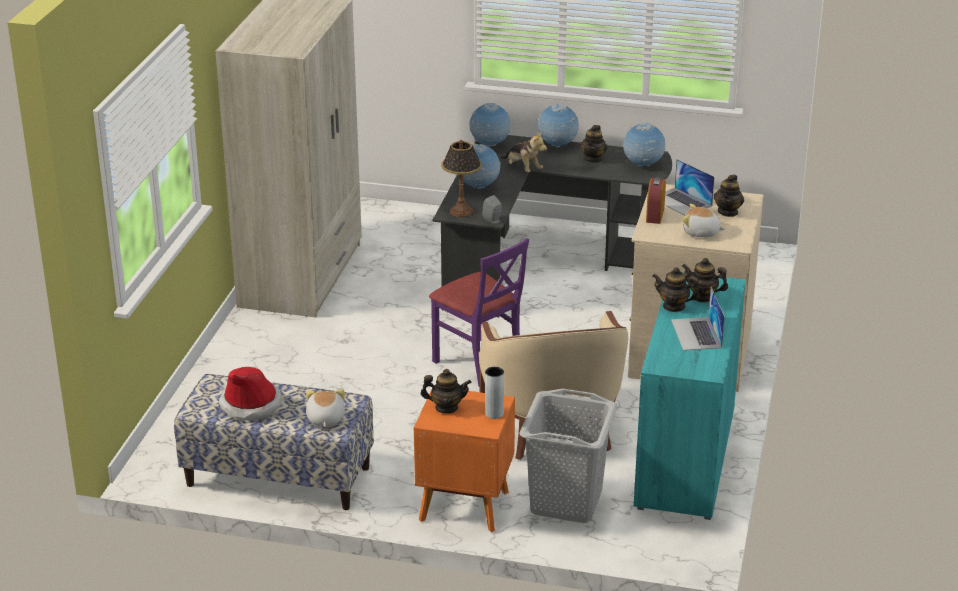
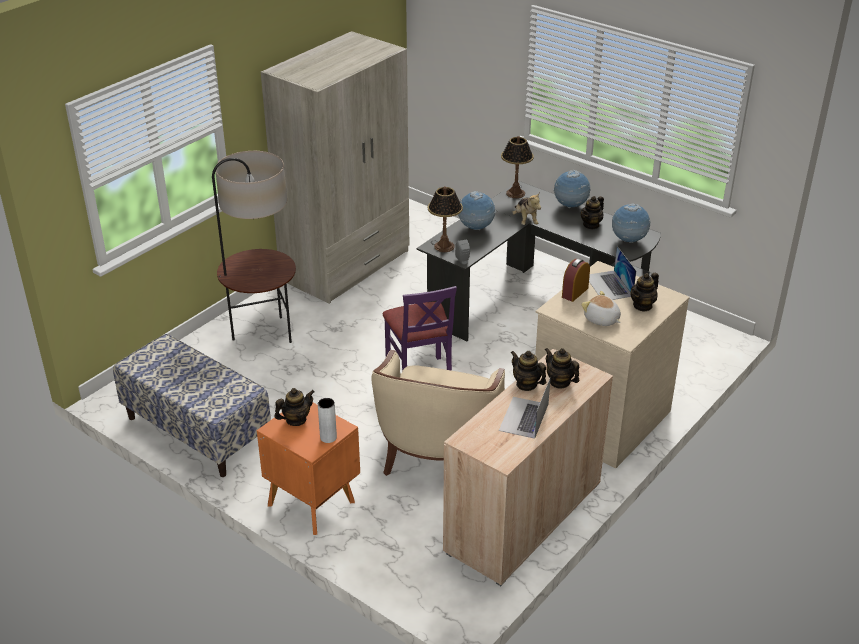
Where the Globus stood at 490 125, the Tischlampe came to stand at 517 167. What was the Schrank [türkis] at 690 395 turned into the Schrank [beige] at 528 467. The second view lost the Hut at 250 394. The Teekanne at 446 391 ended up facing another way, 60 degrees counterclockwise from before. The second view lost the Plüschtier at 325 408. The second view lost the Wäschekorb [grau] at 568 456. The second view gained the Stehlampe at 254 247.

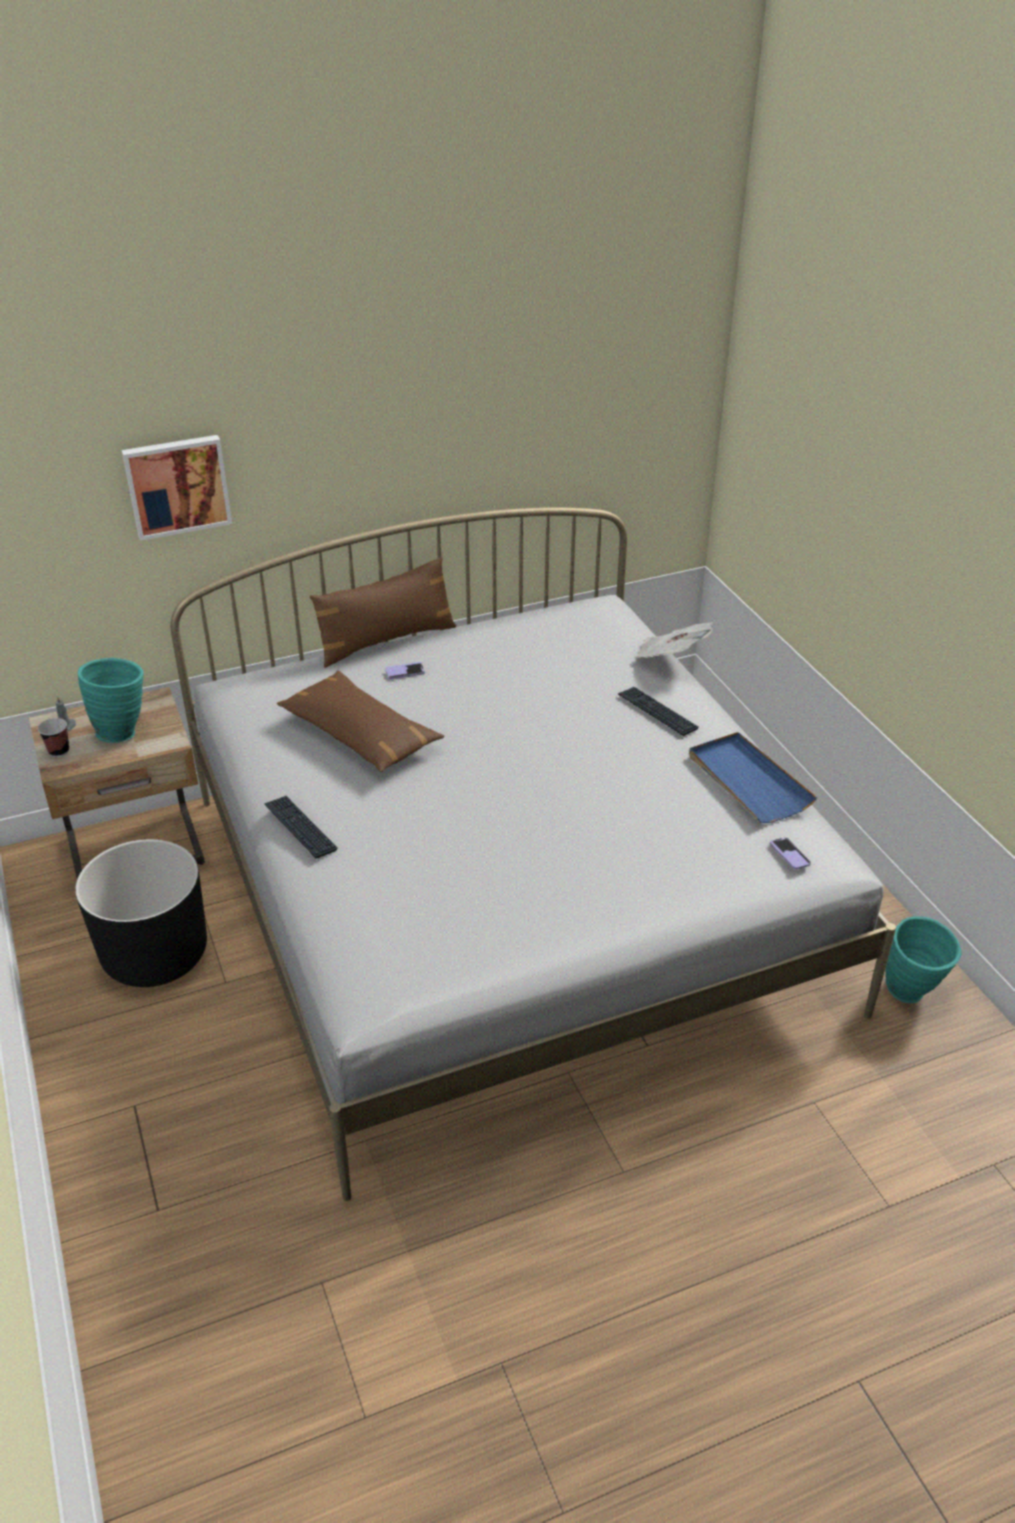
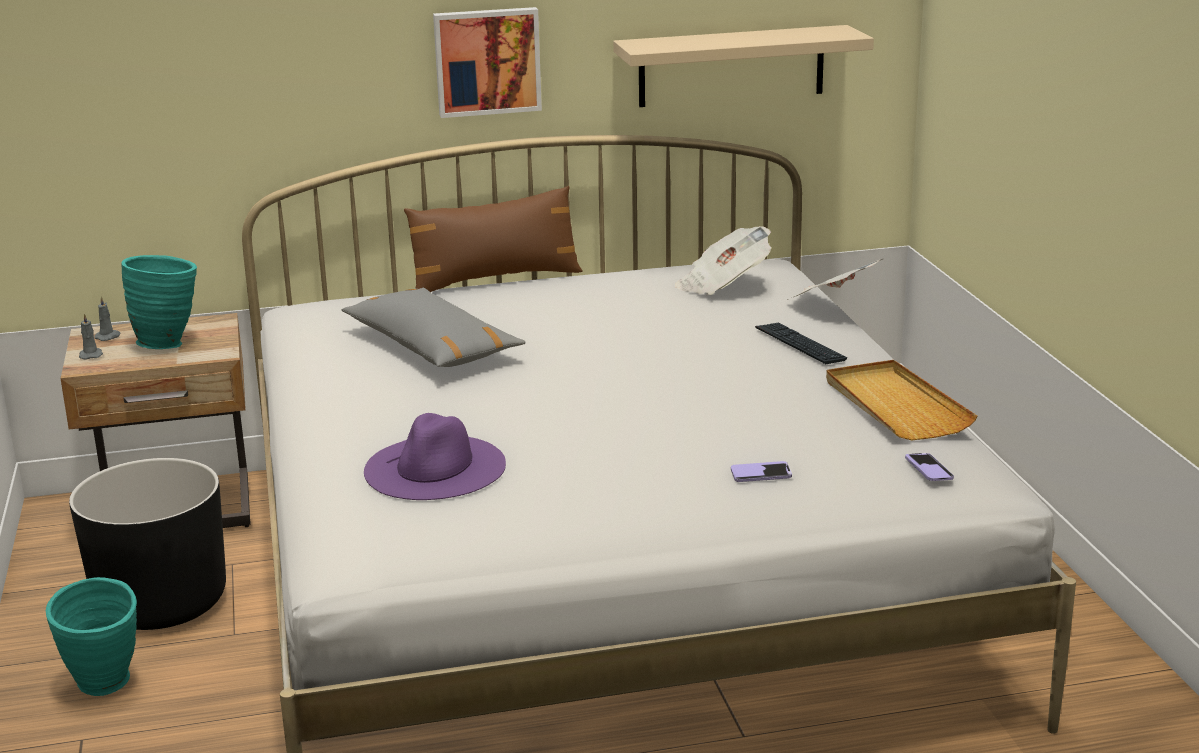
The Bild ended up elsewhere, having gone from 177 488 to 487 62. The Handy ended up elsewhere, having gone from 405 670 to 761 471. What was the Kissen [braun] at 360 721 turned into the Kissen [grau] at 433 327. Where the Tasse stood at 53 737, the Kerze [grau] came to stand at 91 336. What was the Tablett [blau] at 753 777 turned into the Tablett [beige] at 901 400. The second view lost the Tastatur at 301 827. The Vase [türkis] ended up elsewhere, having gone from 923 959 to 91 636. The second view gained the Wandregal [beige] at 743 66. The second view gained the Zeitung at 723 260. The second view gained the Hut [lila] at 435 456.

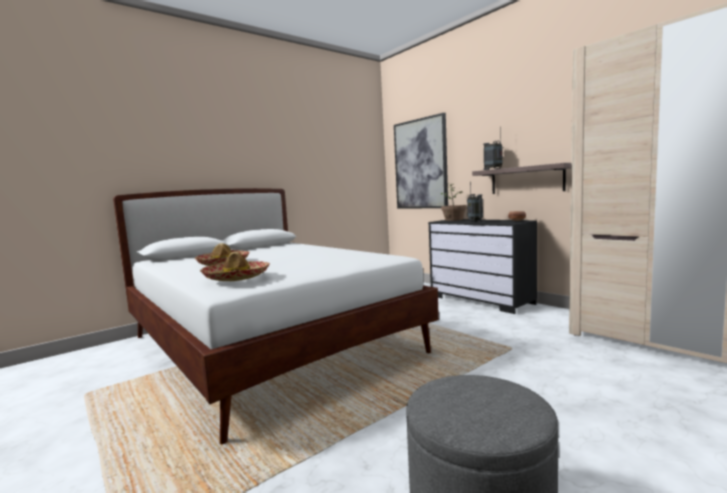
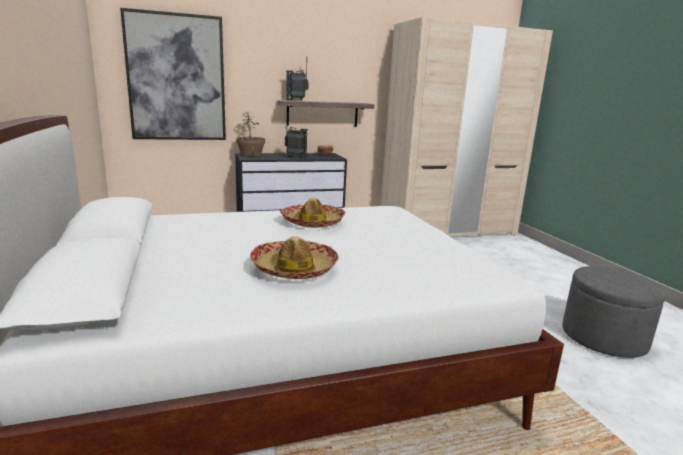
The Hut ended up elsewhere, having gone from 235 266 to 312 213.

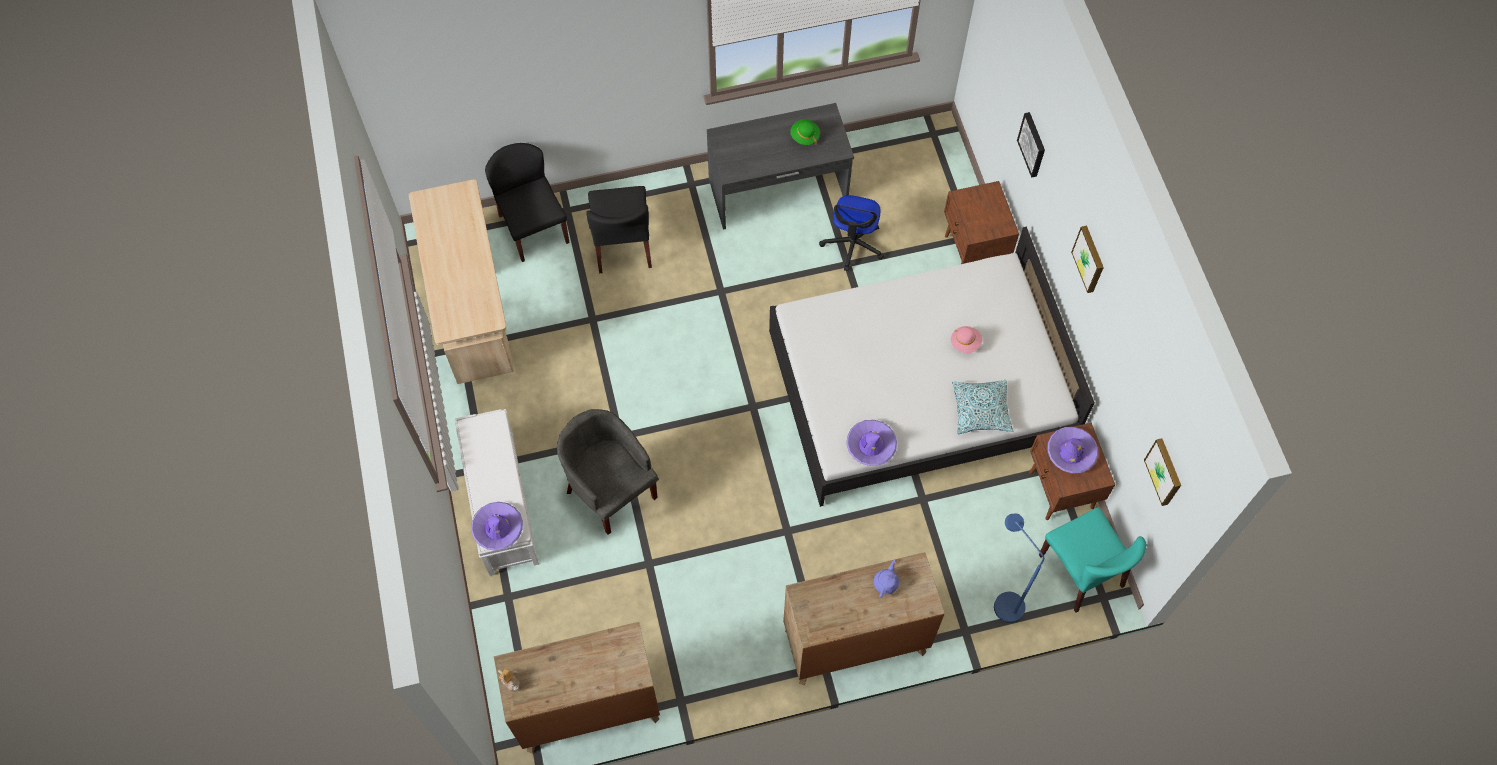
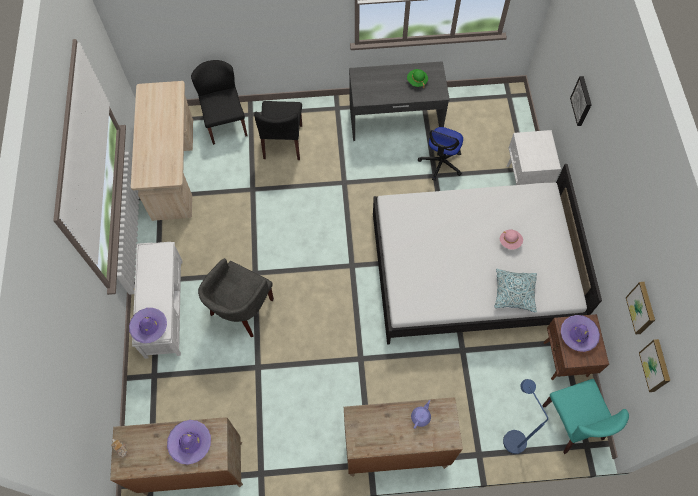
What was the Nachttisch [braun] at 981 222 turned into the Nachttisch [weiß] at 534 157. The Bild ended up elsewhere, having gone from 1087 259 to 640 308. The Sessel [grau] at 608 472 ended up facing another way, 120 degrees counterclockwise from before. The Hut [lila] ended up elsewhere, having gone from 871 443 to 189 442.

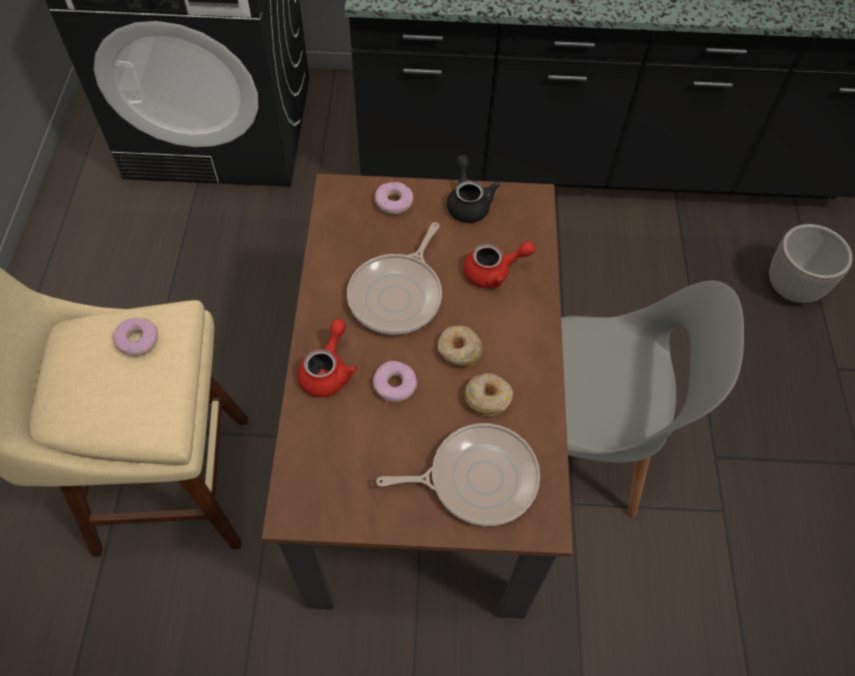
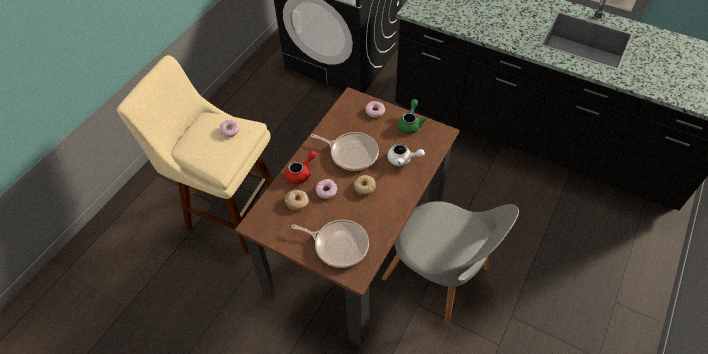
What was the Teekanne [schwarz] at 473 189 turned into the Teekanne [grün] at 412 116. The Pfanne at 394 278 ended up facing another way, 120 degrees counterclockwise from before. The second view lost the Pflanzkübel at 811 263. What was the Teekanne [rot] at 499 264 turned into the Teekanne [weiß] at 406 155. The Donut ended up elsewhere, having gone from 488 394 to 296 200.

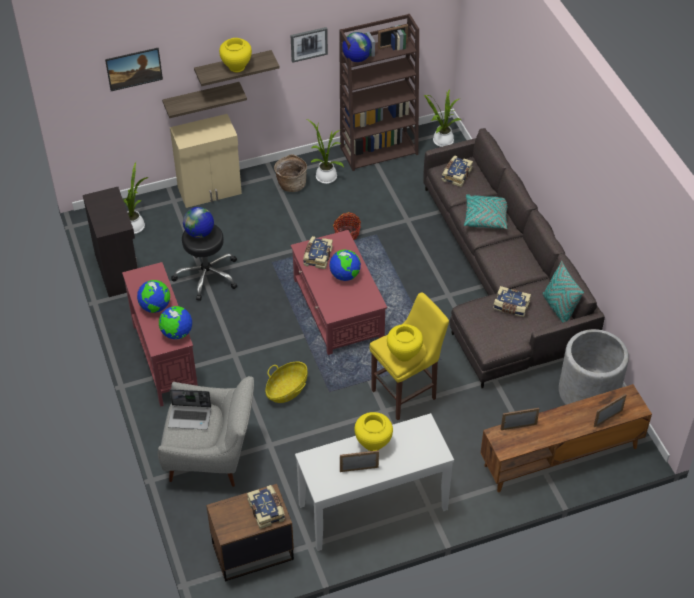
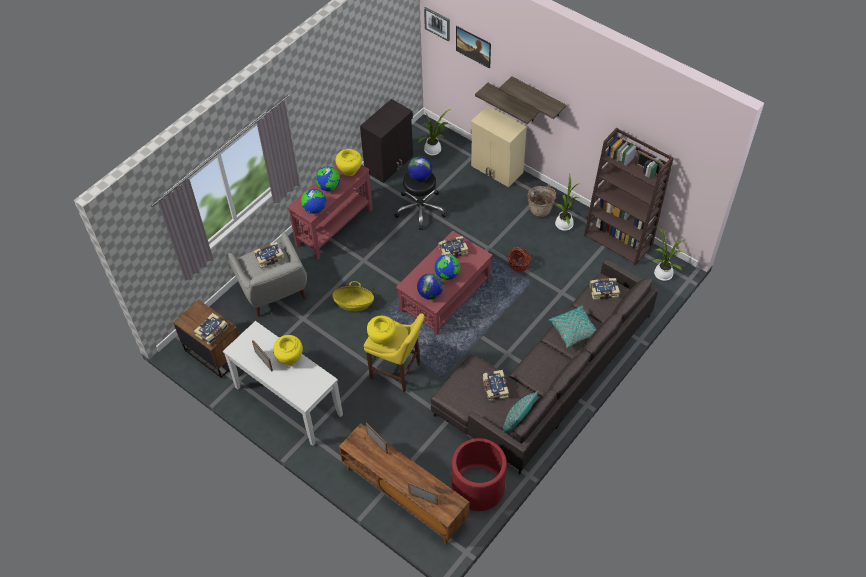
The Bild ended up elsewhere, having gone from 309 45 to 437 24. The Globus ended up elsewhere, having gone from 357 47 to 430 286. The Vase [gelb] ended up elsewhere, having gone from 235 55 to 349 162. What was the Pflanzkübel [grau] at 594 367 turned into the Pflanzkübel [rot] at 479 474. Where the Laptop stood at 189 409, the Buch came to stand at 268 255.

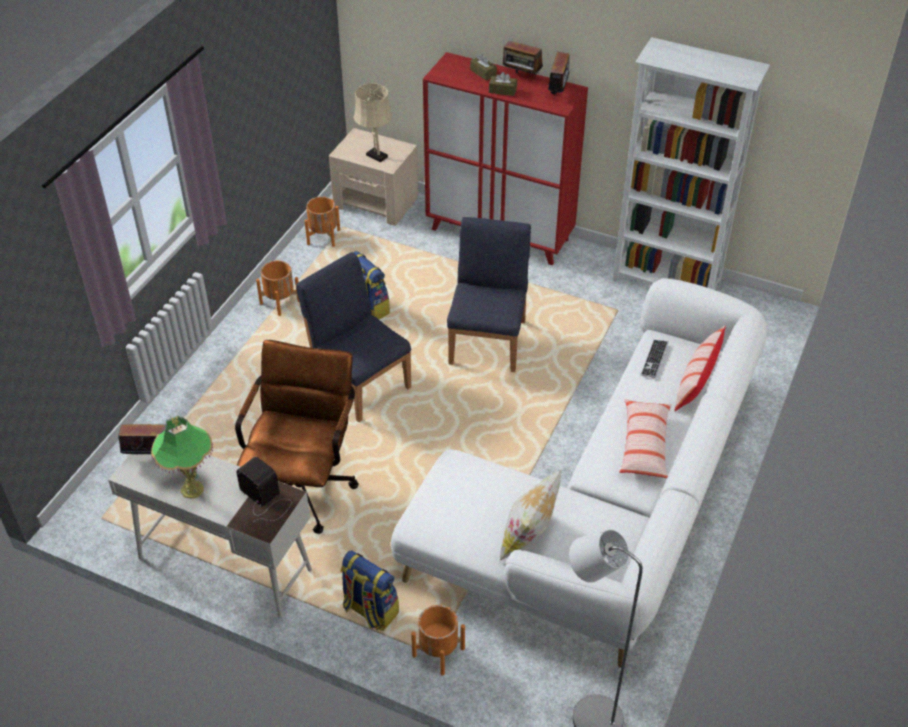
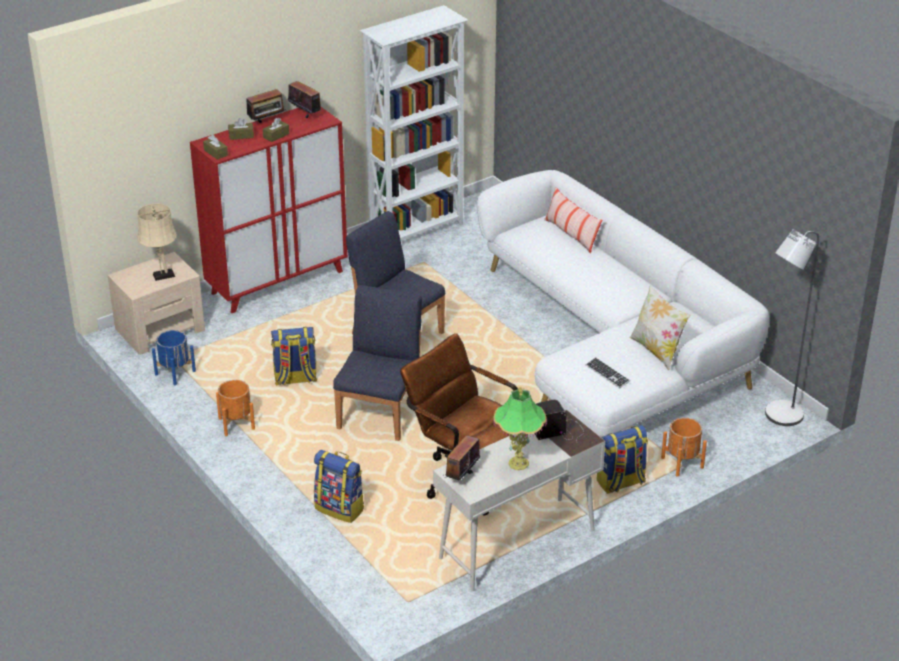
What was the Pflanzkübel [orange] at 322 221 turned into the Pflanzkübel [blau] at 174 357. The Stuhl [blau] at 353 337 ended up facing another way, 120 degrees clockwise from before. The Tastatur ended up elsewhere, having gone from 654 359 to 608 373. The second view lost the Kissen at 645 438. The second view gained the Taschentuchbox [braun] at 215 147. The second view gained the Rucksack at 339 486.

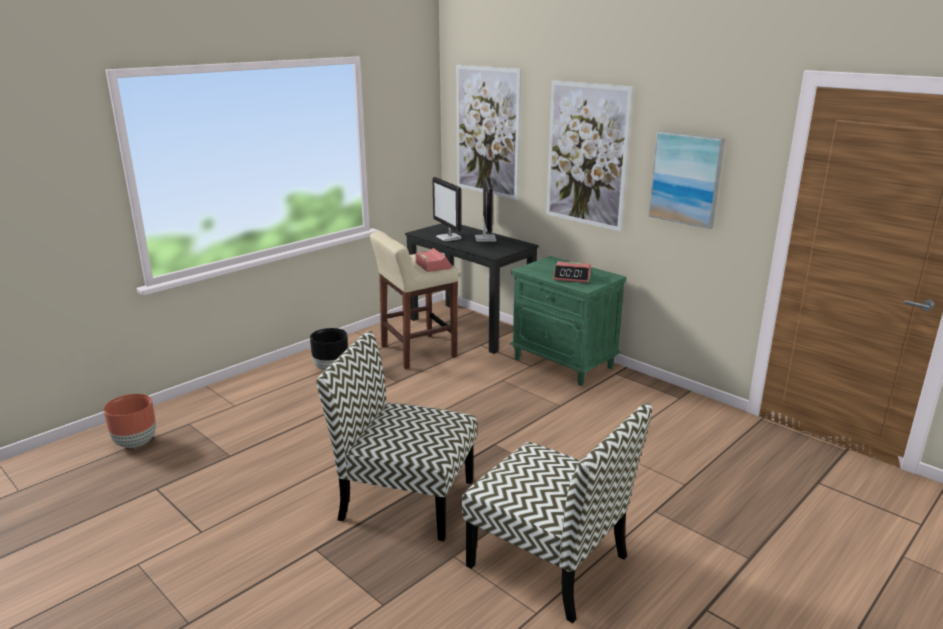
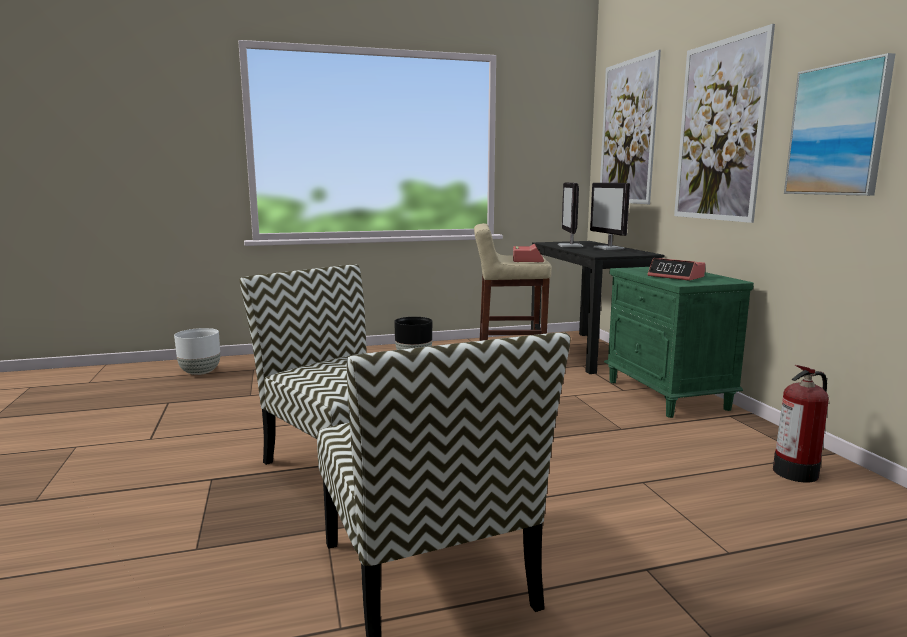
The Monitor at 486 209 ended up facing another way, 135 degrees clockwise from before. What was the Pflanzkübel [braun] at 129 421 turned into the Pflanzkübel [weiß] at 197 351. The second view gained the Feuerlöscher at 801 424.

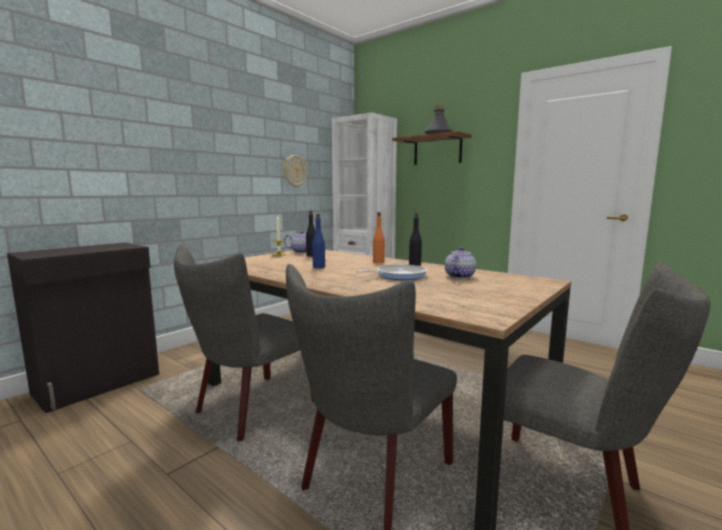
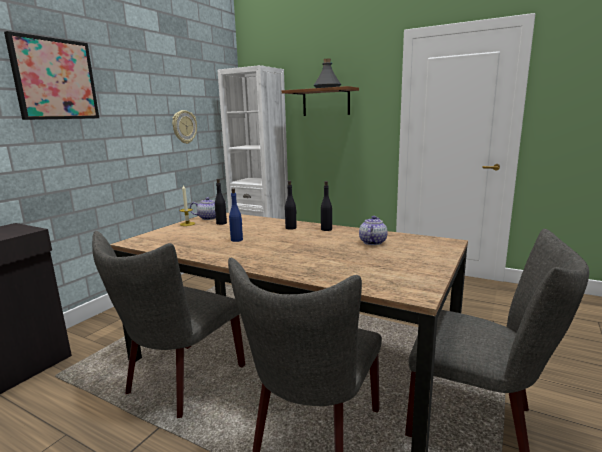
What was the Flasche [orange] at 379 237 turned into the Flasche [schwarz] at 291 205. The second view lost the Pfanne at 391 272. The second view gained the Bild at 51 75.

